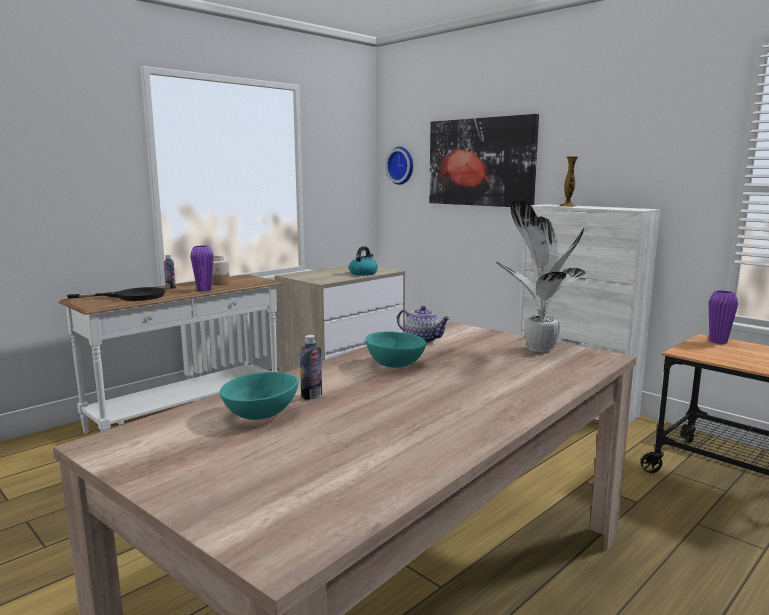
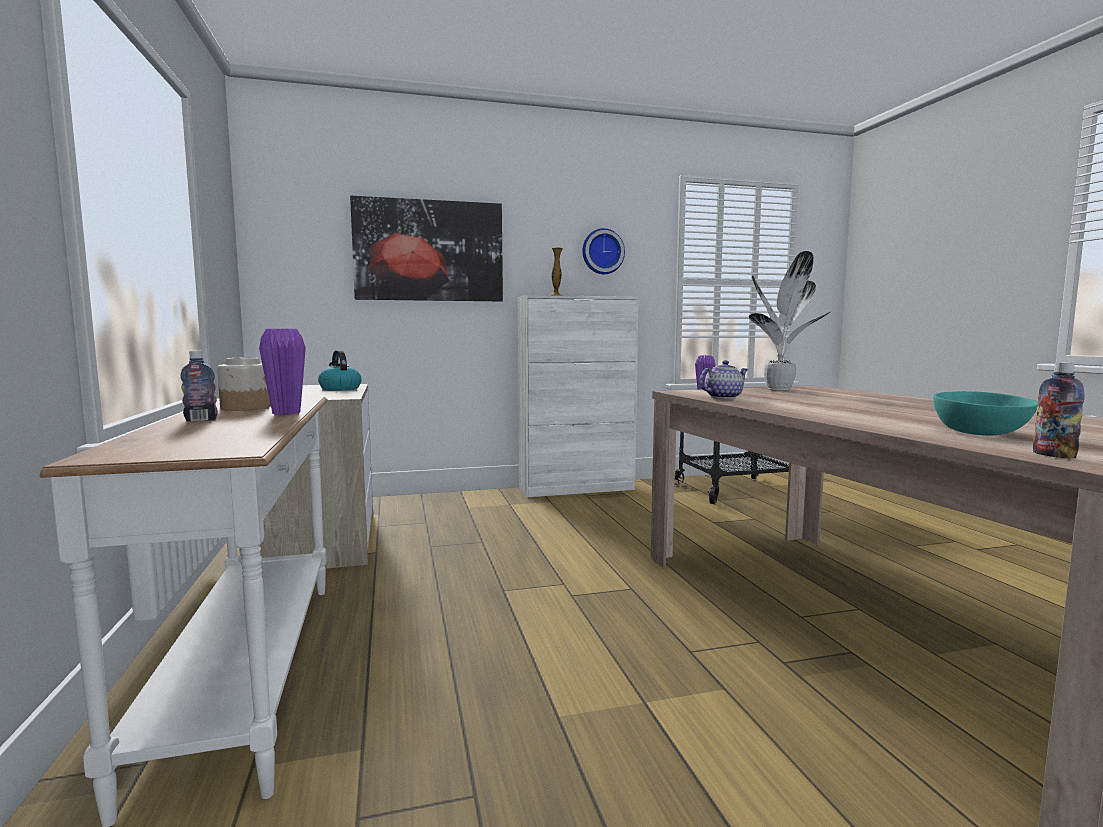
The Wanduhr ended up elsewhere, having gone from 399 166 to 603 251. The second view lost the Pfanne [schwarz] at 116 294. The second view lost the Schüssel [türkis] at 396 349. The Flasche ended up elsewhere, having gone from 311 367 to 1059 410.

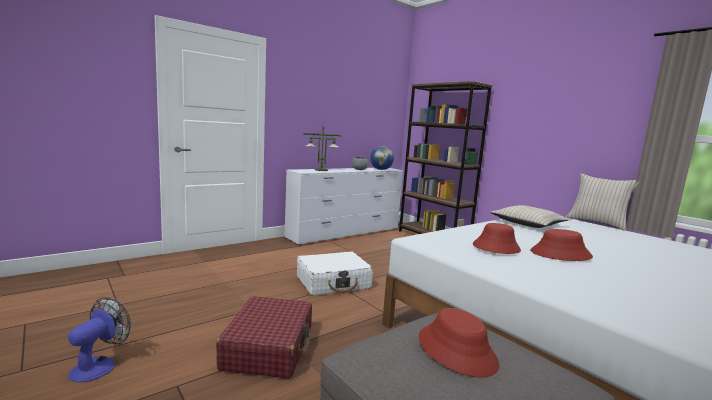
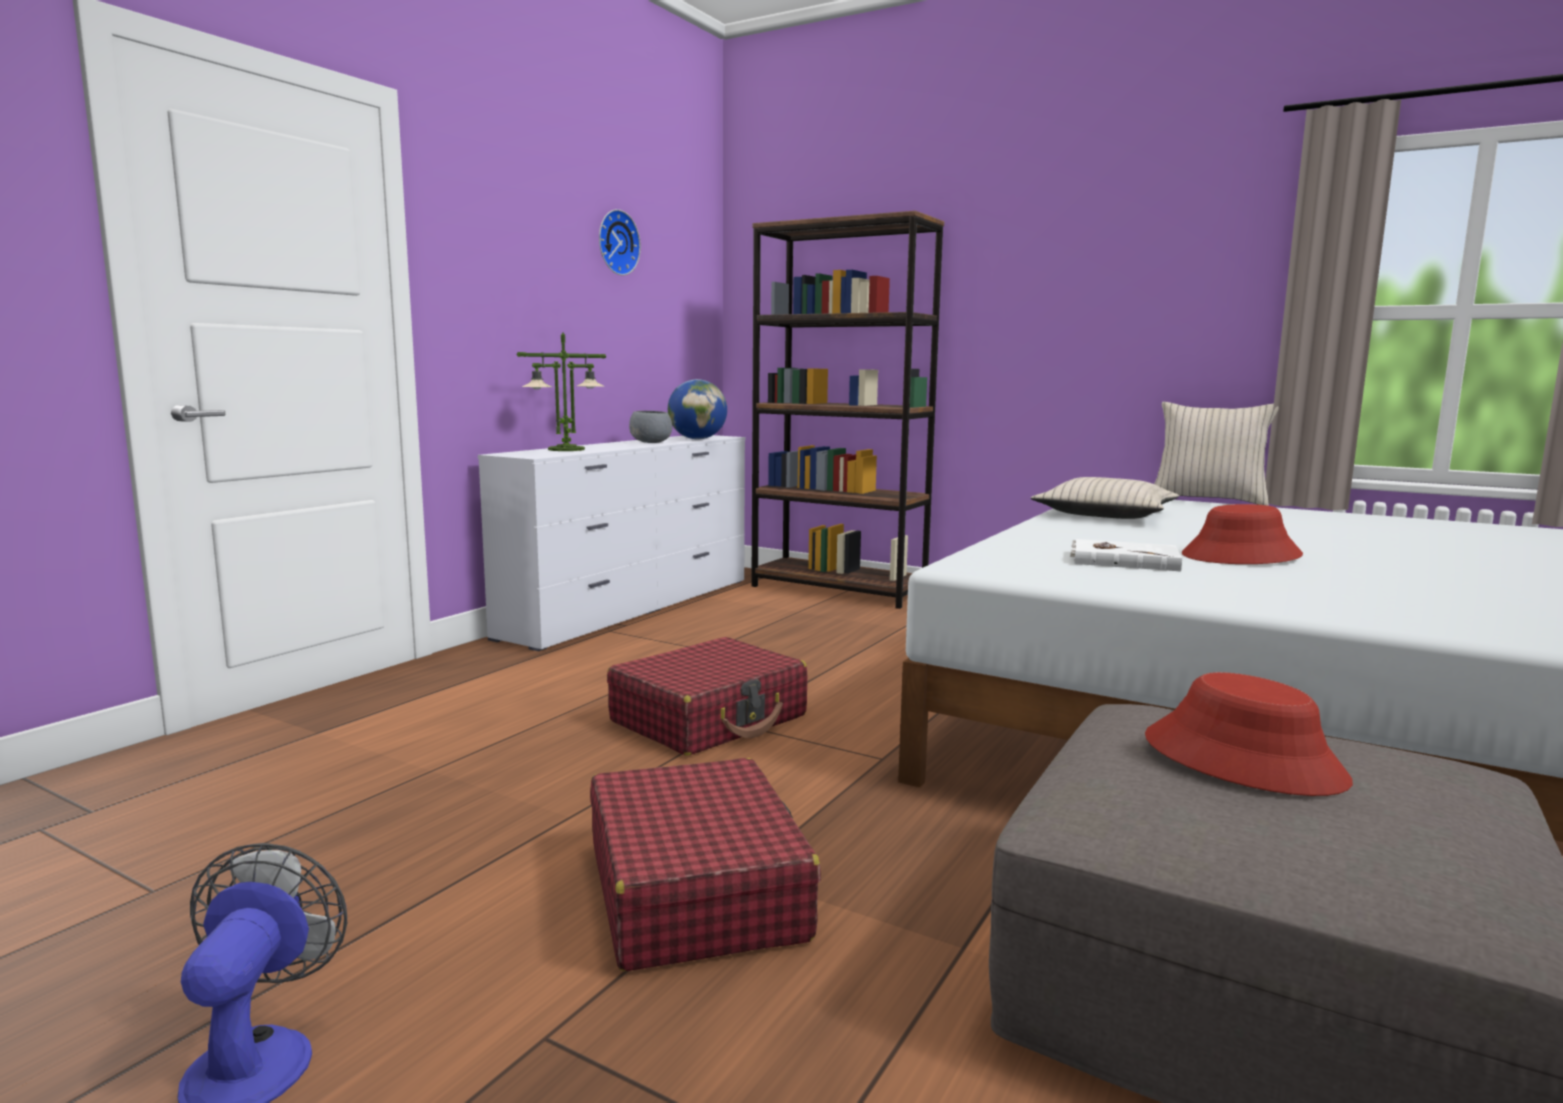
Where the Hut [rot] stood at 497 238, the Buch [weiß] came to stand at 1126 555. What was the Koffer [weiß] at 335 273 turned into the Koffer [rot] at 707 696. The second view gained the Wanduhr at 620 242.

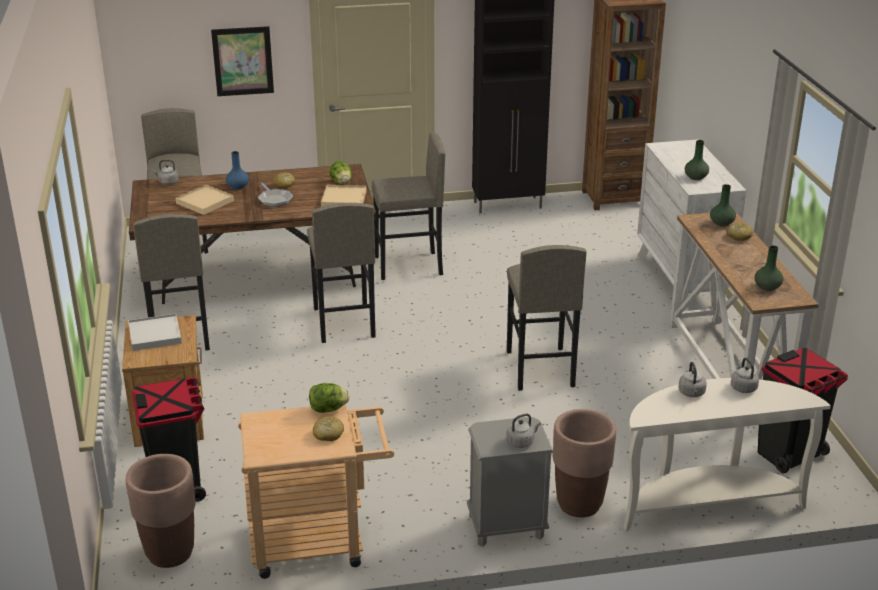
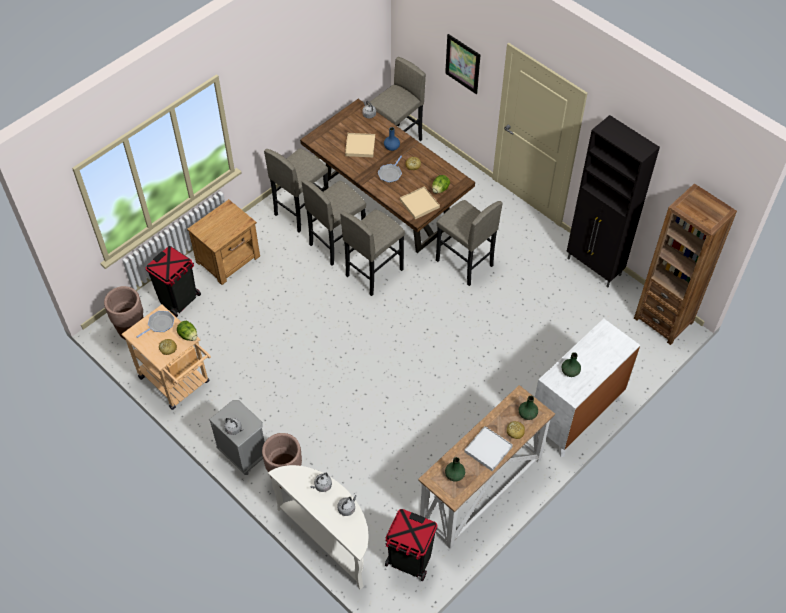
The Hocker [grau] ended up elsewhere, having gone from 547 318 to 334 222. The Tablett [weiß] ended up elsewhere, having gone from 155 332 to 488 448. The second view gained the Pfanne at 155 324.

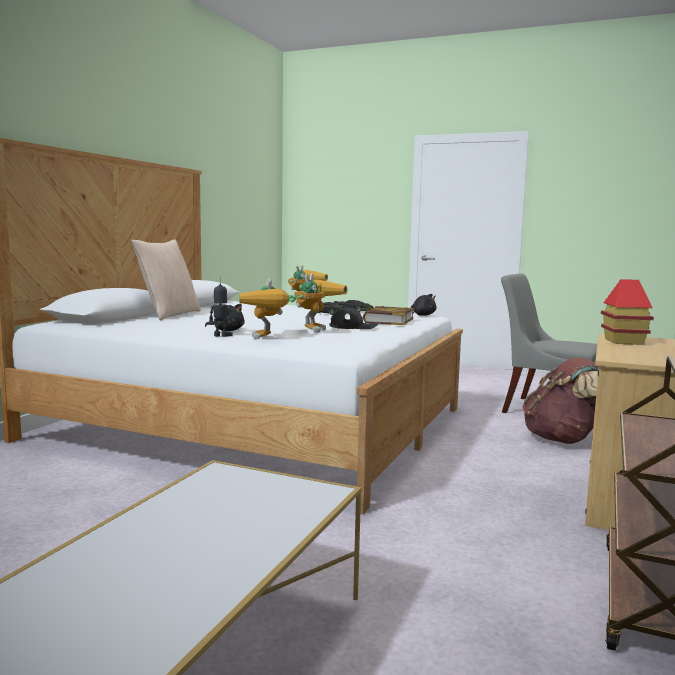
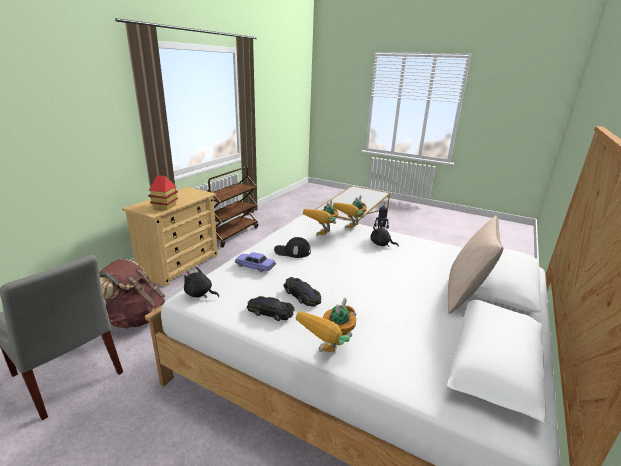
The Spielzeugroboter at 267 309 ended up facing another way, 135 degrees counterclockwise from before. Where the Buch stood at 388 315, the Spielzeugauto came to stand at 255 262.

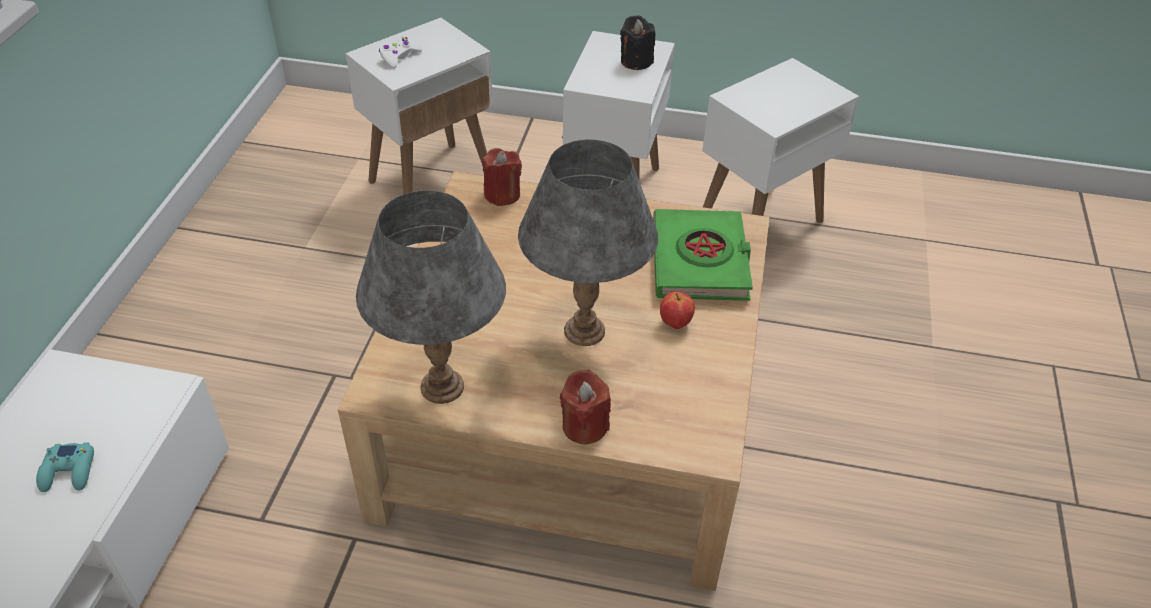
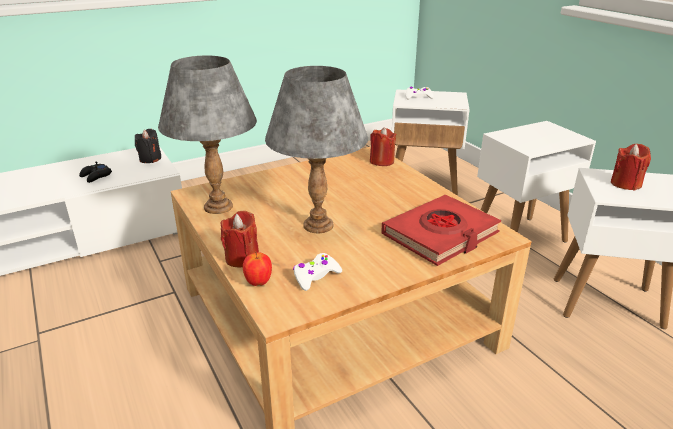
The Kerze [schwarz] ended up elsewhere, having gone from 637 42 to 148 146. What was the Buch [grün] at 703 255 turned into the Buch [rot] at 441 230. The Apfel ended up elsewhere, having gone from 677 310 to 257 268. What was the Gamepad [türkis] at 65 467 turned into the Gamepad [schwarz] at 95 172. The second view gained the Kerze [rot] at 631 167. The second view gained the Gamepad [weiß] at 317 272.

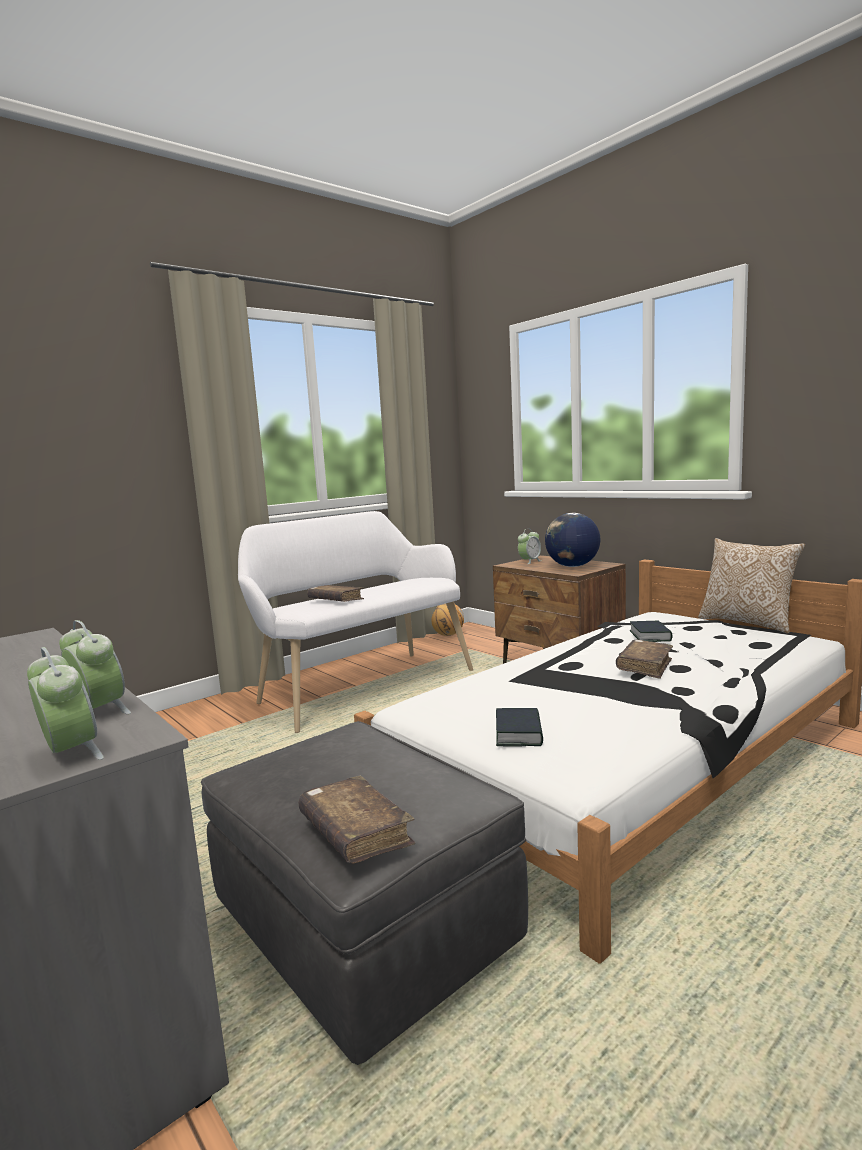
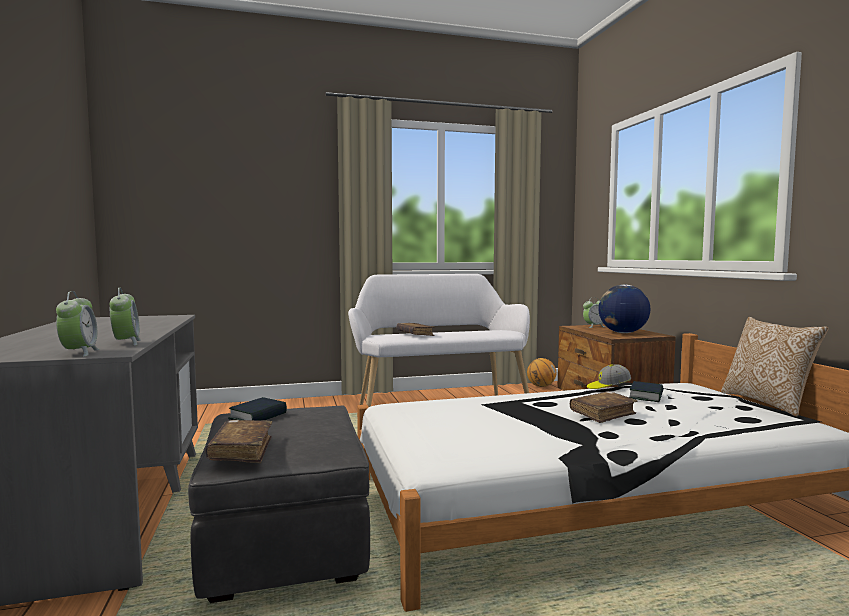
The Buch ended up elsewhere, having gone from 519 727 to 257 409. The second view gained the Kappe at 609 376.

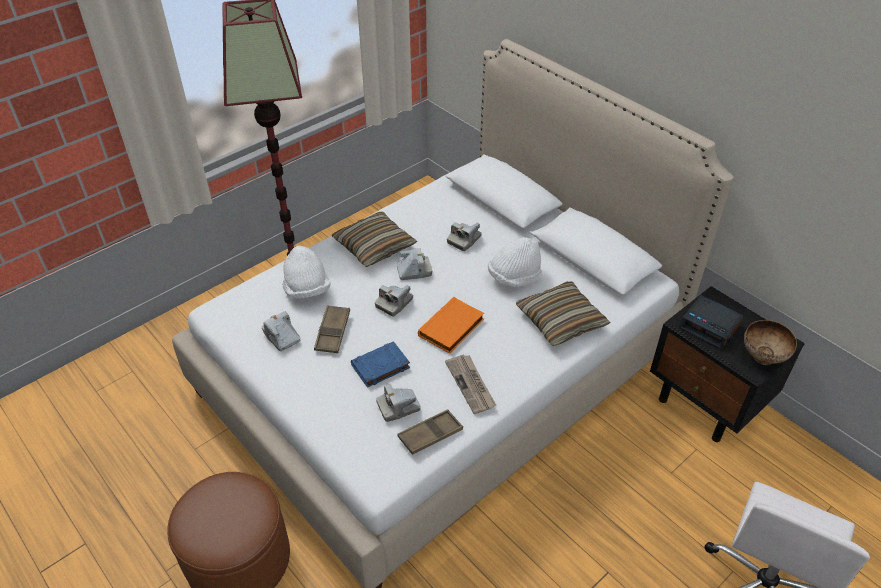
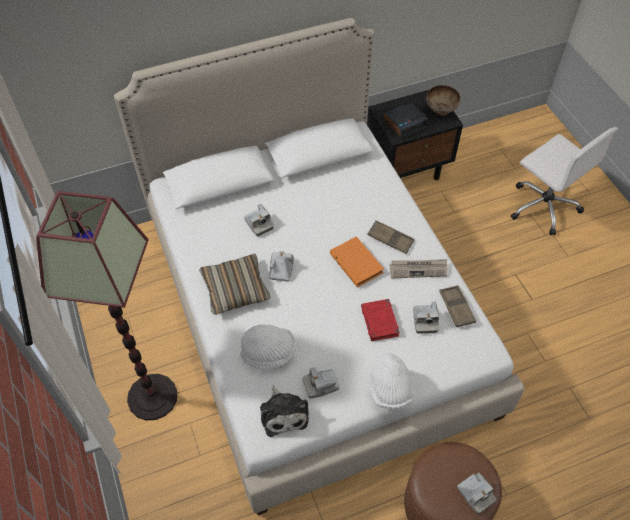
The Hut [weiß] ended up elsewhere, having gone from 515 262 to 391 381. The second view lost the Kissen at 563 313. The Kamera ended up elsewhere, having gone from 394 301 to 476 493. The Tablett [braun] ended up elsewhere, having gone from 332 329 to 391 237. What was the Buch [blau] at 380 364 turned into the Buch [rot] at 380 320. The second view gained the Plüschtier at 284 411.

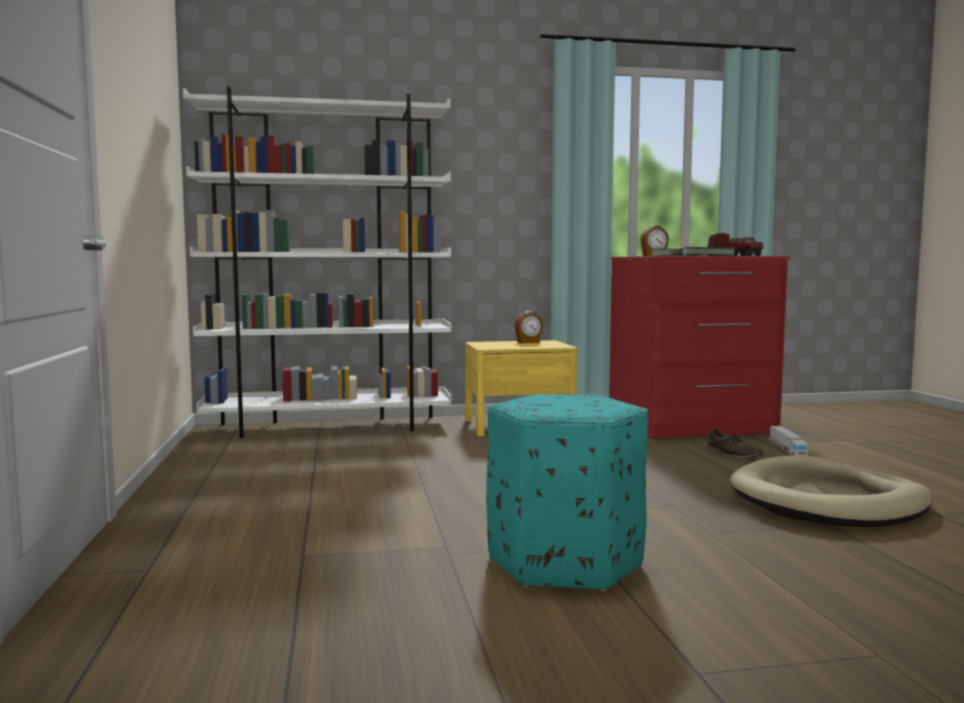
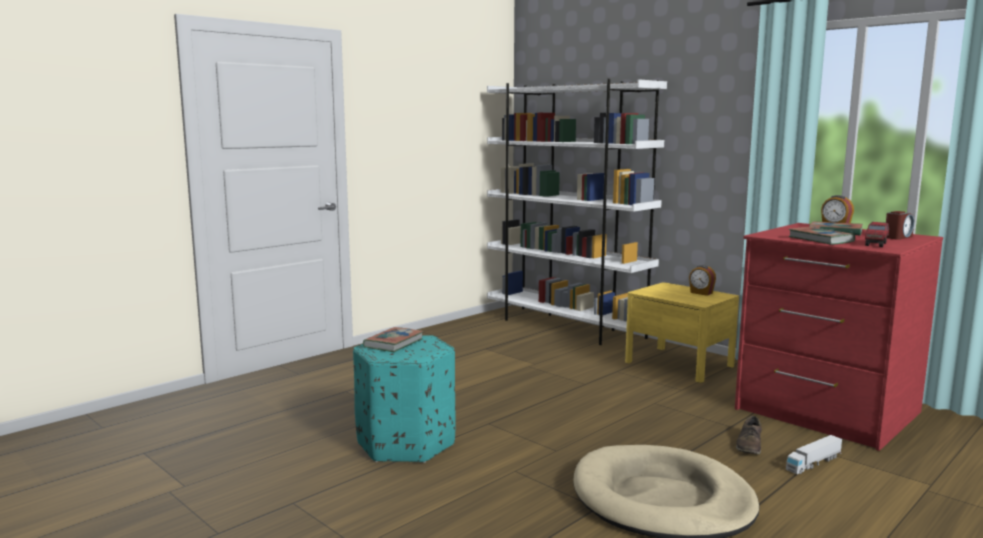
The second view gained the Buch at 393 339.

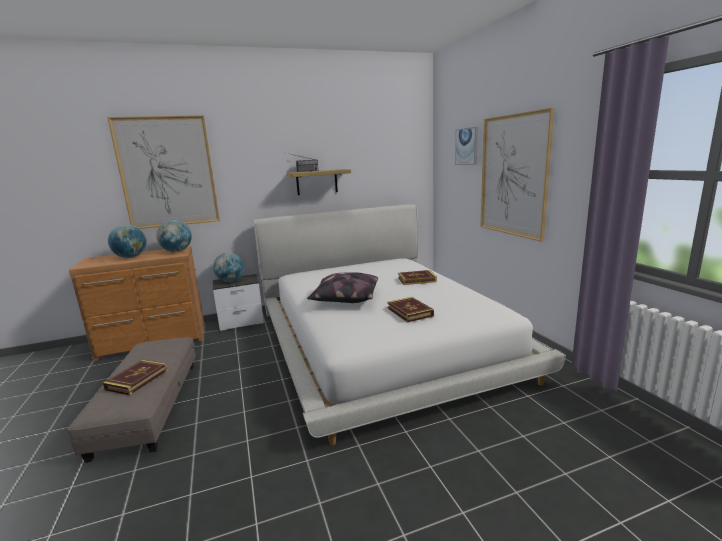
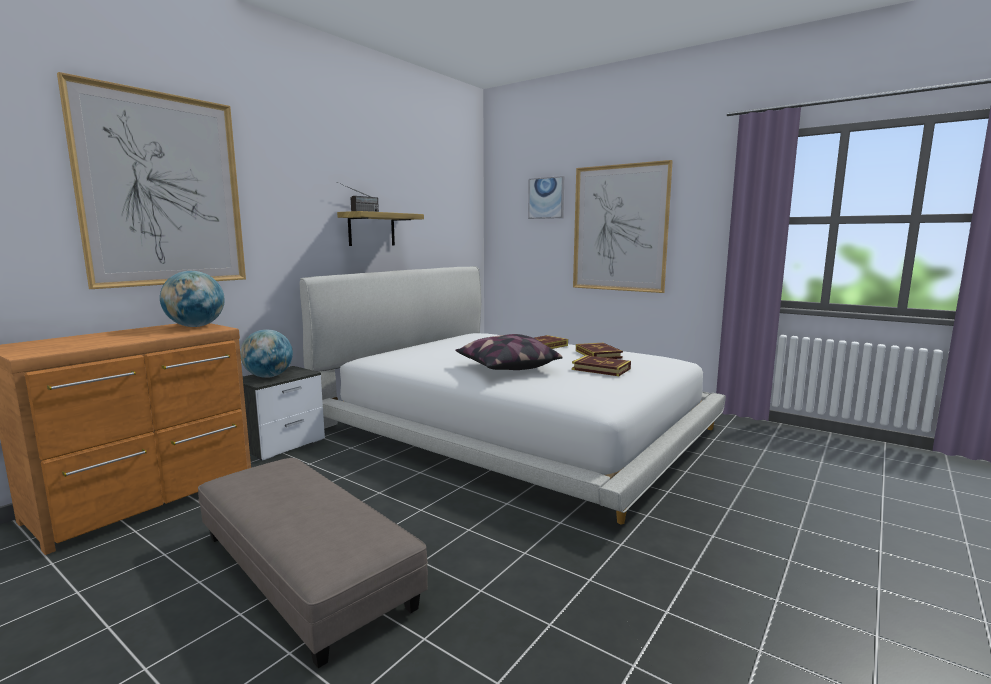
The second view lost the Globus at 127 241. The Buch ended up elsewhere, having gone from 135 377 to 599 351.

